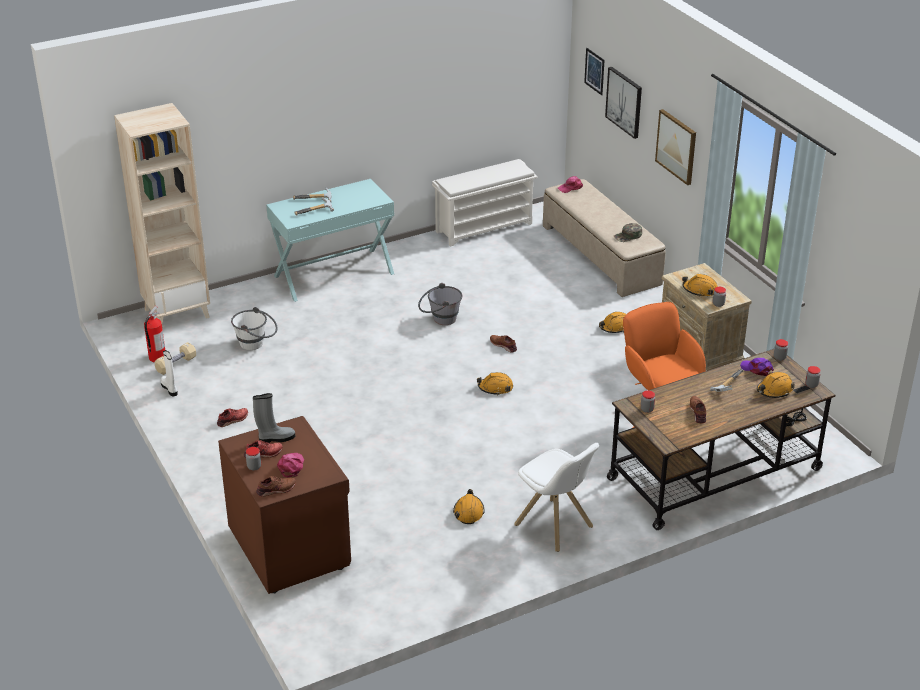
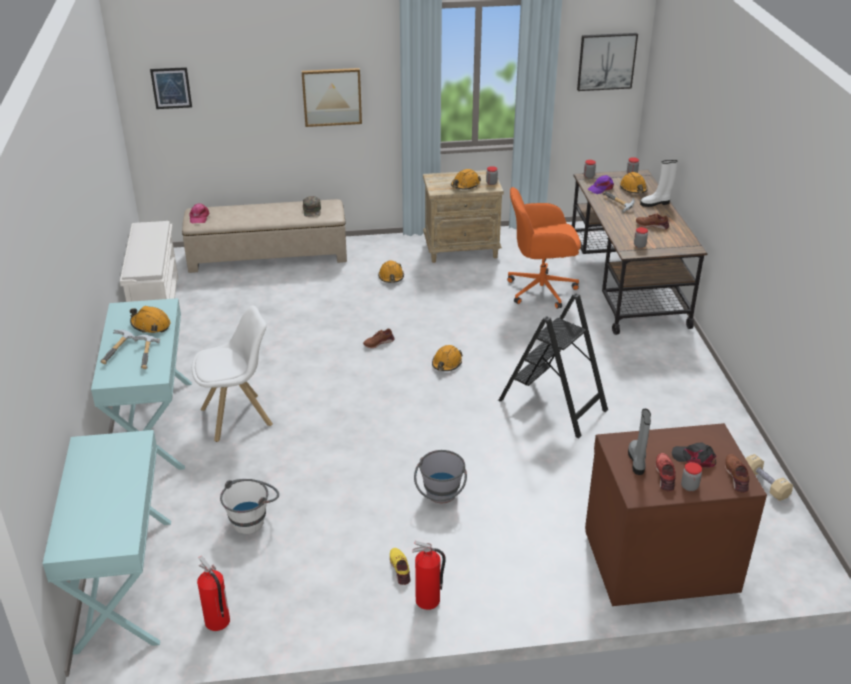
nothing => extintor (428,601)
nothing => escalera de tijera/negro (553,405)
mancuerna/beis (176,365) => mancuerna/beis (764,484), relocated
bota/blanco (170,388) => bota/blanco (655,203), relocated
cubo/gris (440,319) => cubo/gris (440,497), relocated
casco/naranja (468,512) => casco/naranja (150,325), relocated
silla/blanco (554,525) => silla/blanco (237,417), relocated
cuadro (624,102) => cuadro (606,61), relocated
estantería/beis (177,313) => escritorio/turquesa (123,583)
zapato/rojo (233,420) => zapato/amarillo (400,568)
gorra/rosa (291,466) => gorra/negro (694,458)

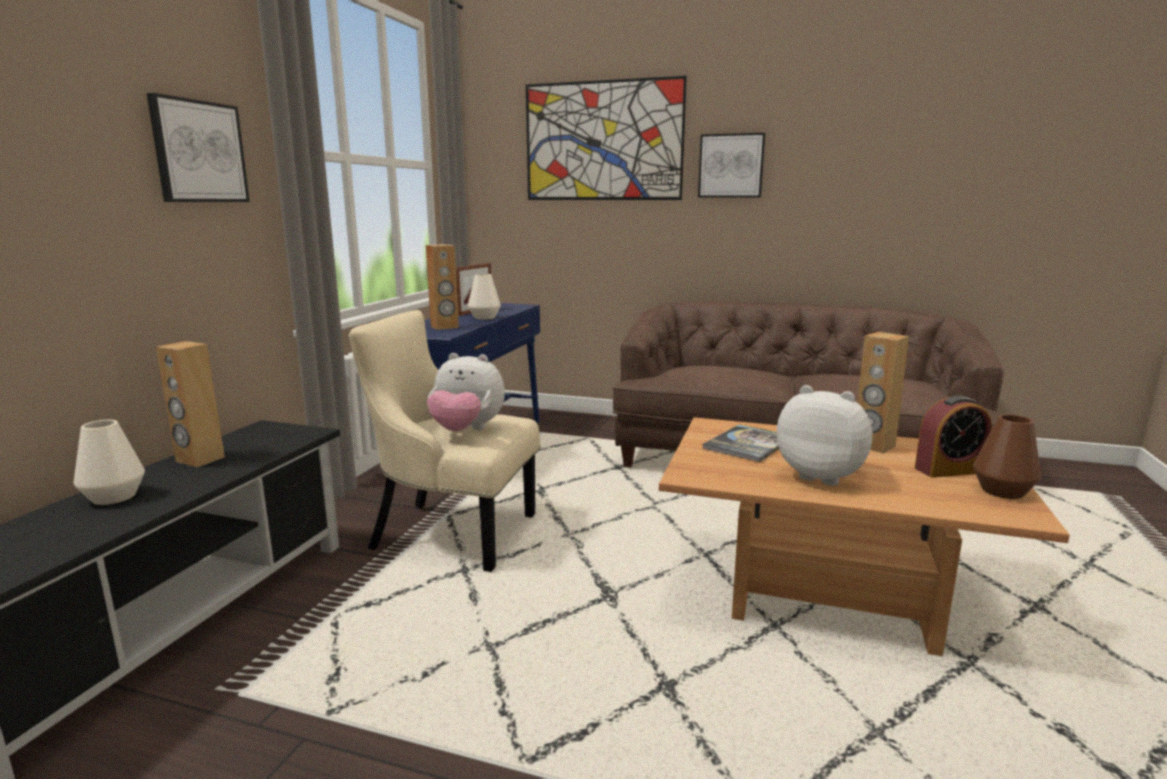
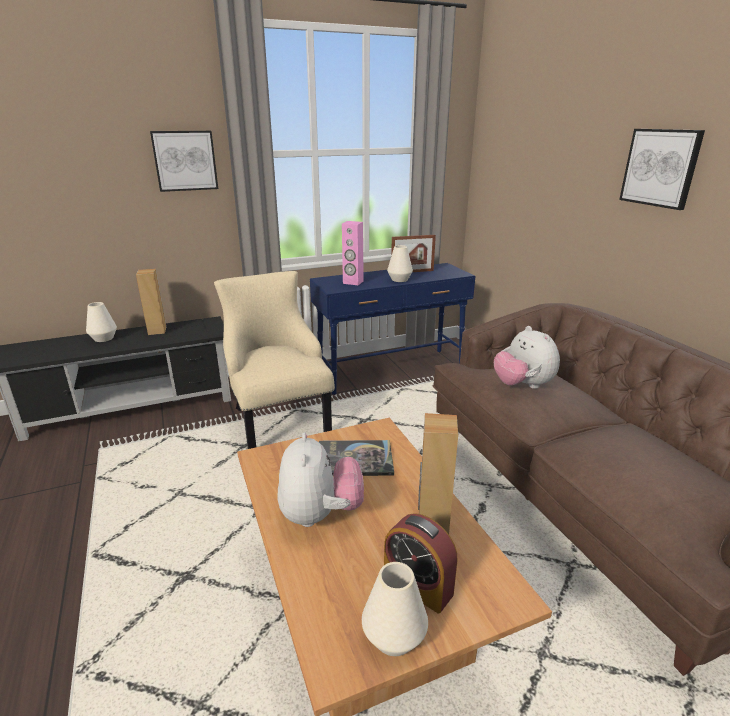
cuadro (603,141) => nothing
peluche (466,430) => peluche (522,385), relocated
altavoz/marrón (444,327) => altavoz/rosa (353,282)
florero/marrón (1003,491) => florero/blanco (394,637)

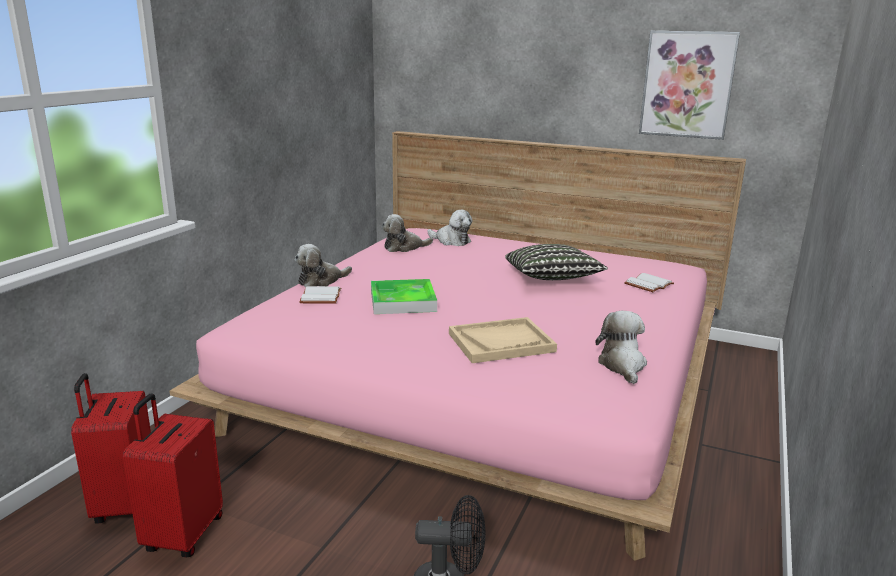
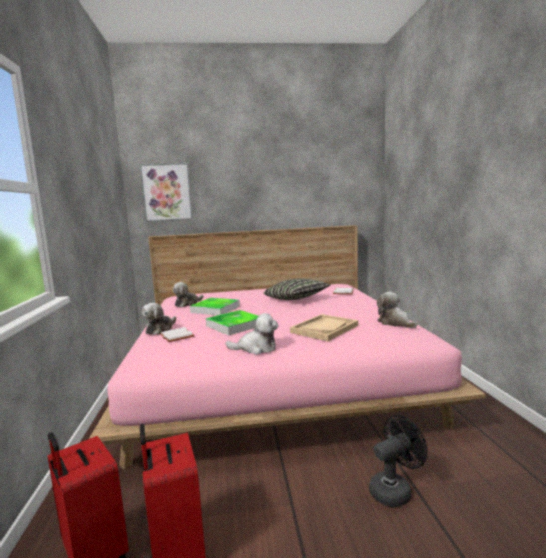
nothing => bandeja (215,309)
peluche (451,241) => peluche (256,348), relocated
cuadro (687,84) => cuadro (167,192), relocated

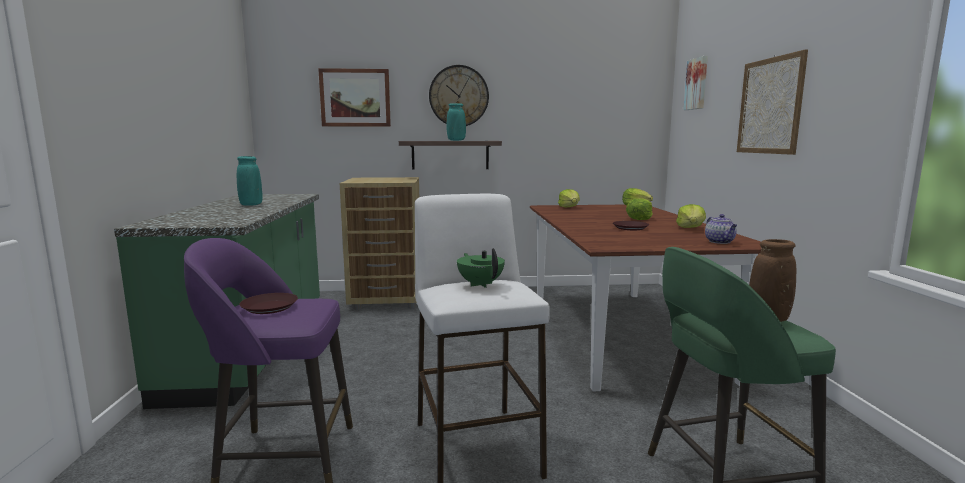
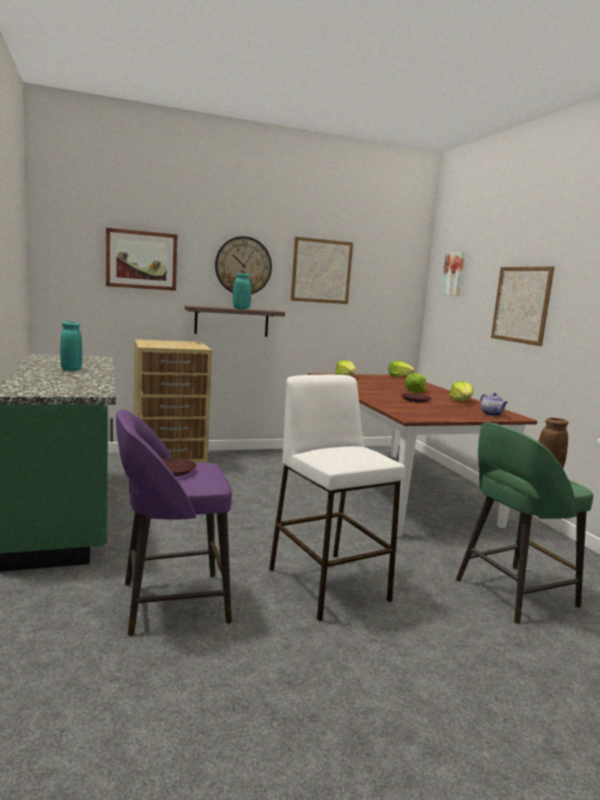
tetera/verde (480,284) => nothing
nothing => cuadro (321,270)

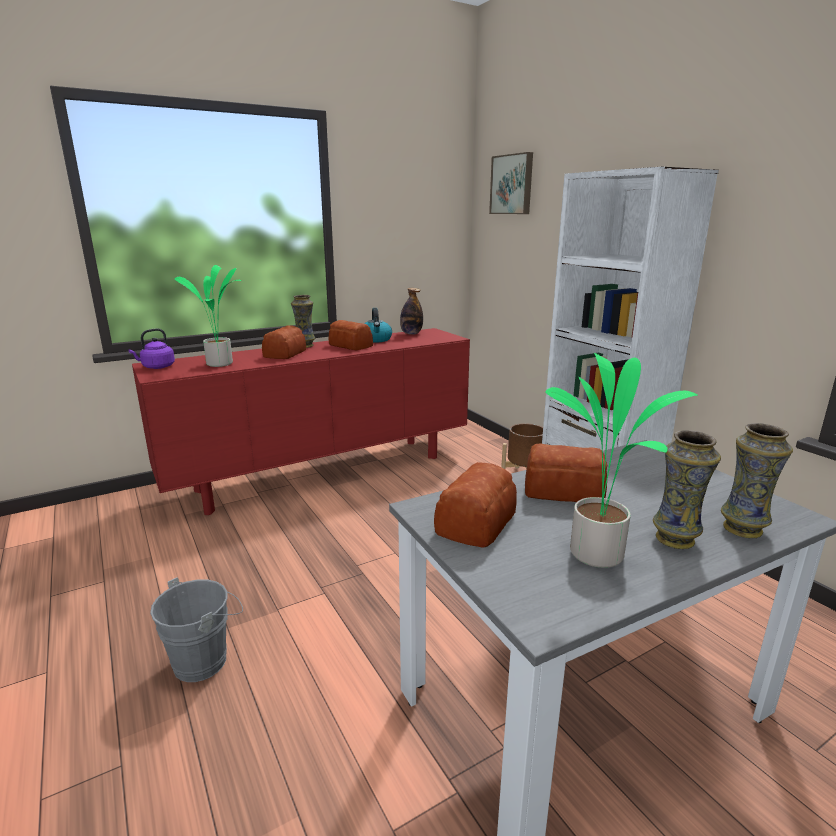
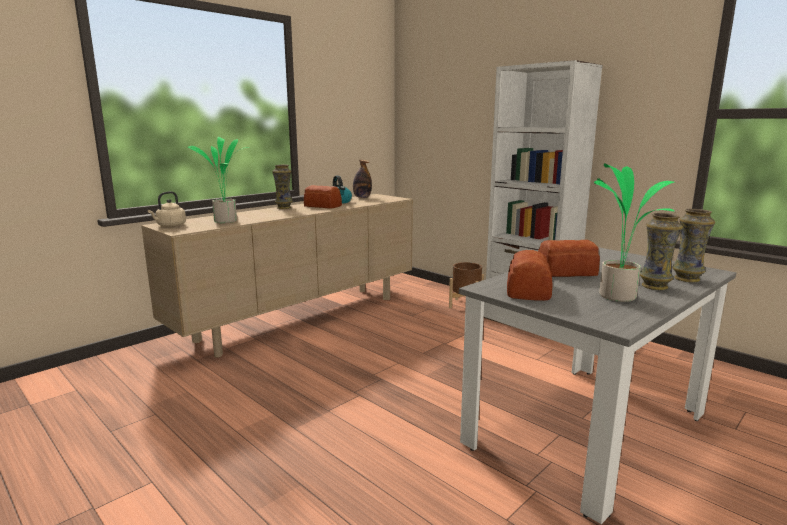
cubo/gris (206,659) => nothing
pan (283,354) => nothing
cuadro (512,184) => nothing
hervidor/morado (156,367) => hervidor/beis (170,226)
armario/rojo (323,472) => armario/beis (301,317)

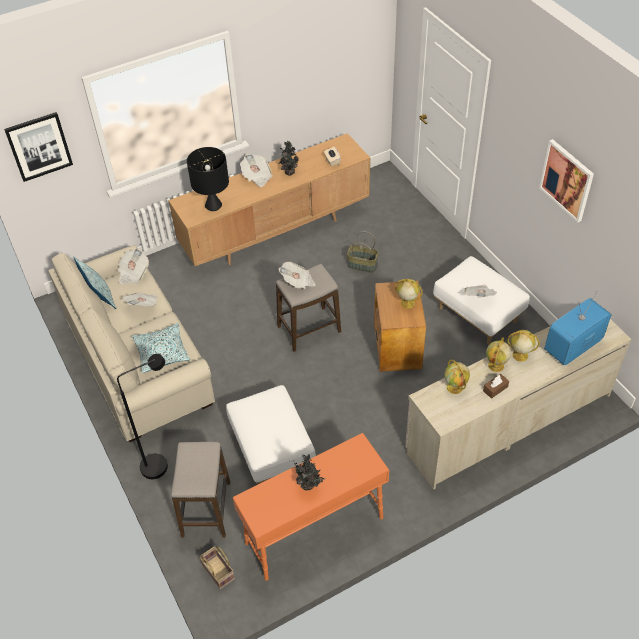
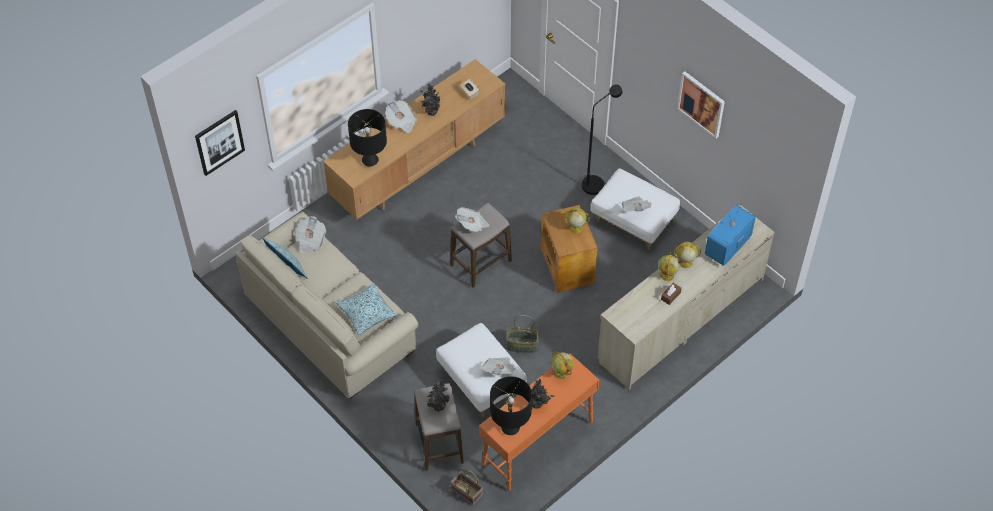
nothing => planta en maceta (438,406)
nothing => lámpara de mesa/negro (510,428)
lámpara de pie/negro (161,463) => lámpara de pie/negro (596,182), relocated
periódico (143,305) => periódico (499,370), relocated
cesta (362,265) => cesta (522,345), relocated
globo terráqueo (455,388) => globo terráqueo (561,373), relocated

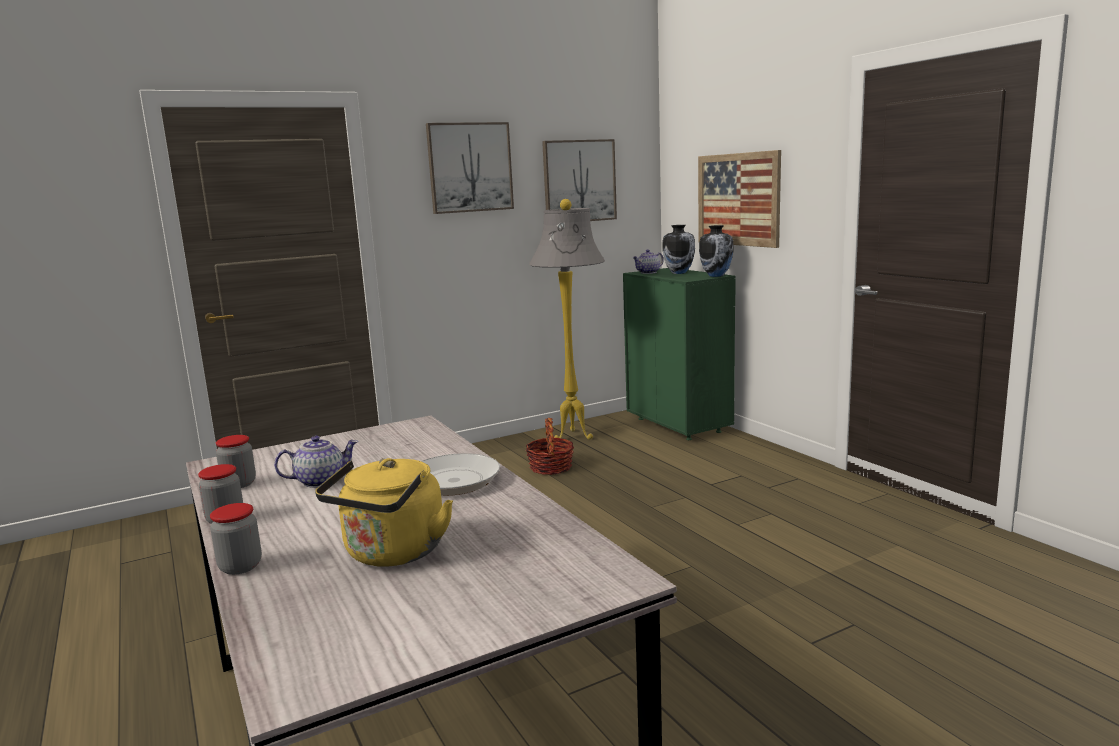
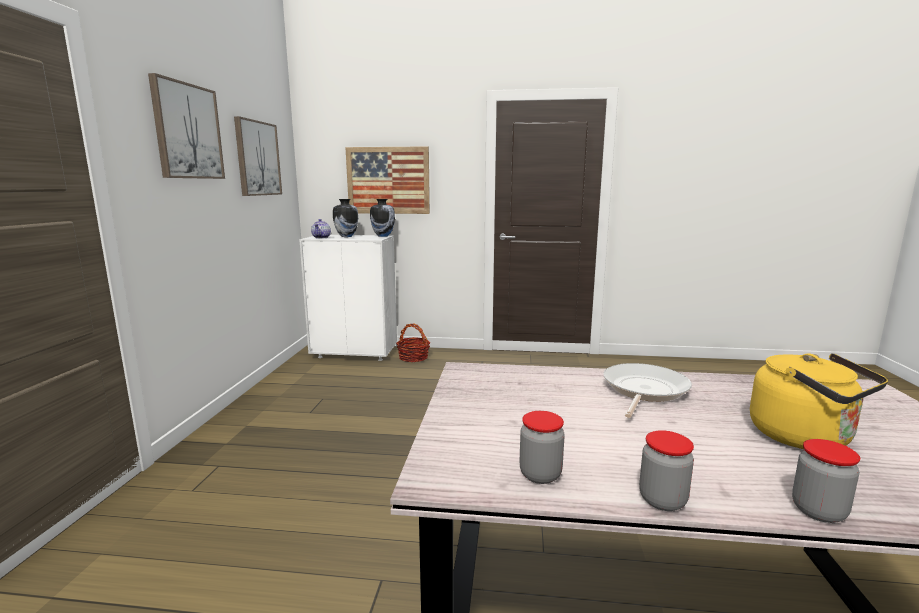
tetera (321,481) => nothing
lámpara de pie/gris (575,437) => nothing
cesta (551,467) => cesta (413,357), relocated
armario/verde (679,425) => armario/blanco (355,354)

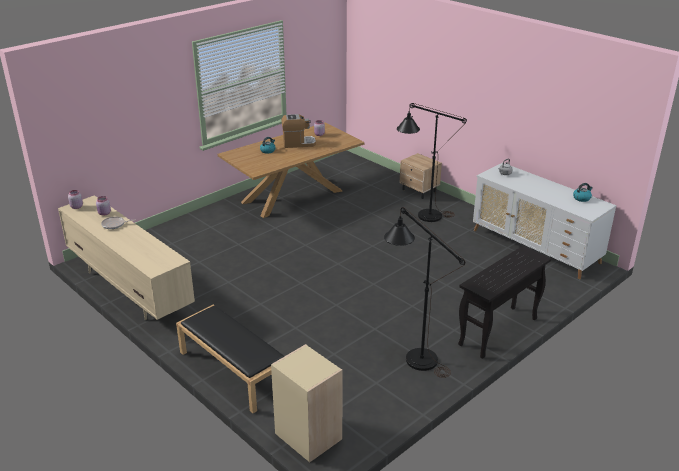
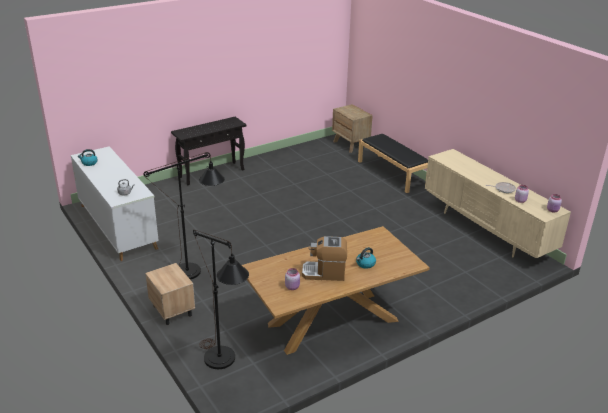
lámpara de pie/negro (414,355) => lámpara de pie/negro (224,363), relocated
estantería/beis (307,436) => mesita de noche/marrón (350,144)

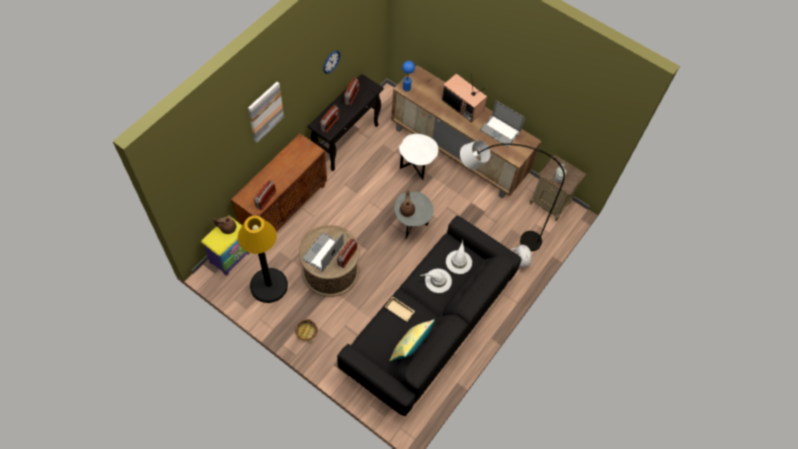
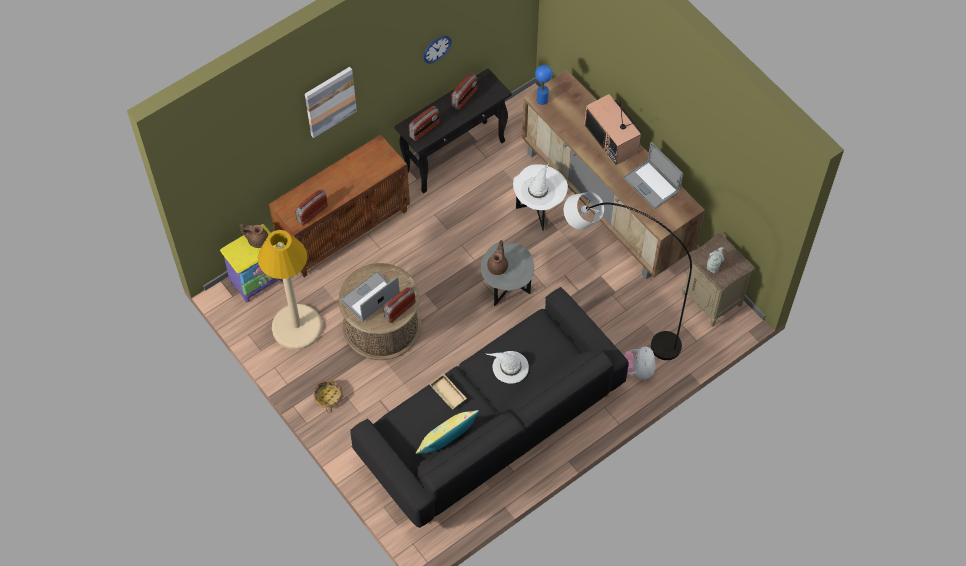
sombrero/blanco (458,261) => sombrero/blanco (538,190), relocated
lámpara de pie/negro (269,285) => lámpara de pie/beis (297,327)

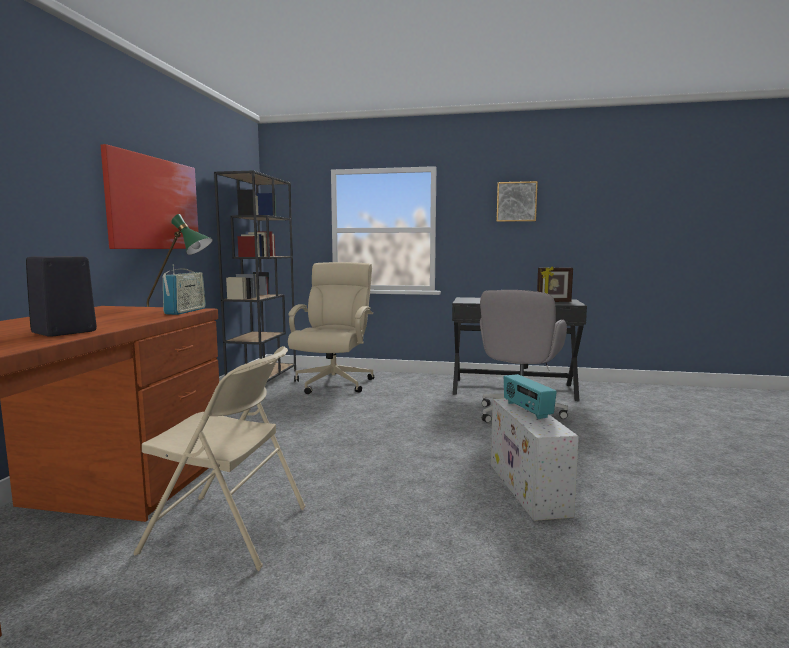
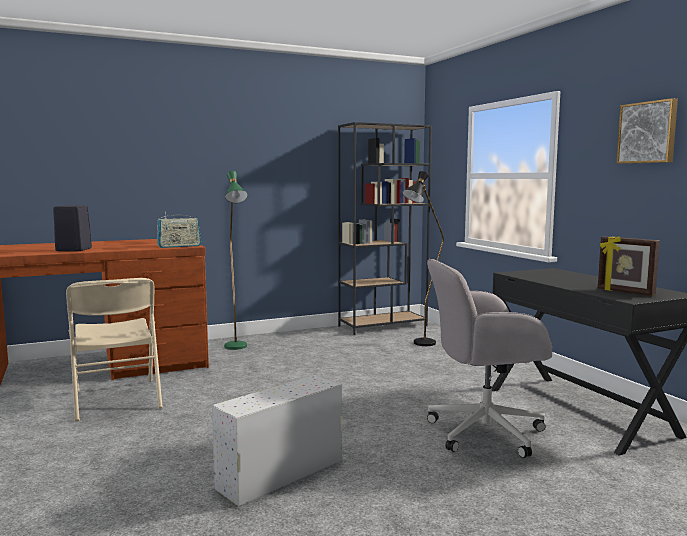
cuadro (154,203) => nothing
radio (526,410) => nothing
silla de oficina/beis (333,383) => lámpara de pie/negro (420,345)

